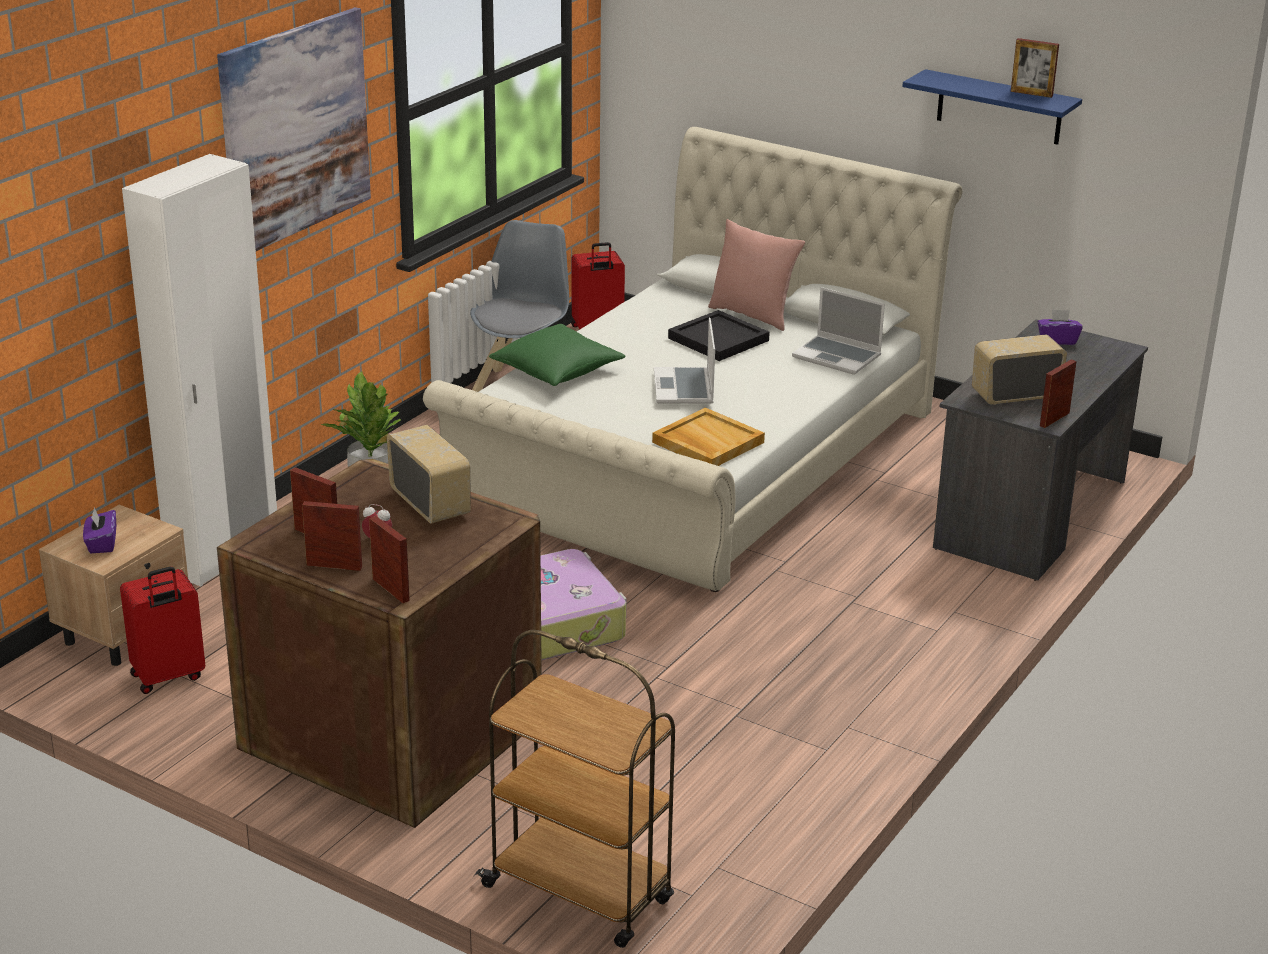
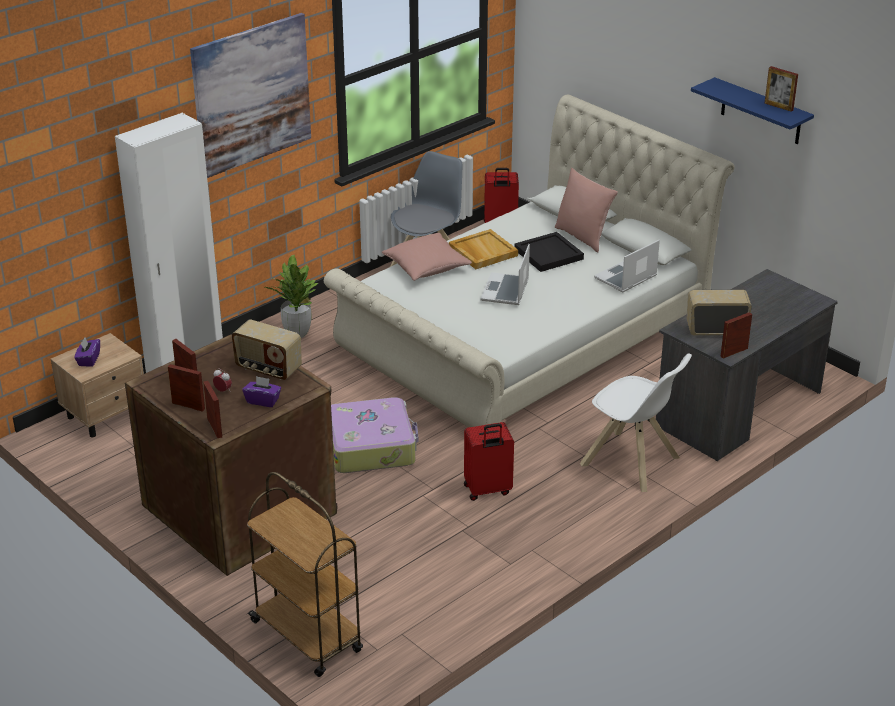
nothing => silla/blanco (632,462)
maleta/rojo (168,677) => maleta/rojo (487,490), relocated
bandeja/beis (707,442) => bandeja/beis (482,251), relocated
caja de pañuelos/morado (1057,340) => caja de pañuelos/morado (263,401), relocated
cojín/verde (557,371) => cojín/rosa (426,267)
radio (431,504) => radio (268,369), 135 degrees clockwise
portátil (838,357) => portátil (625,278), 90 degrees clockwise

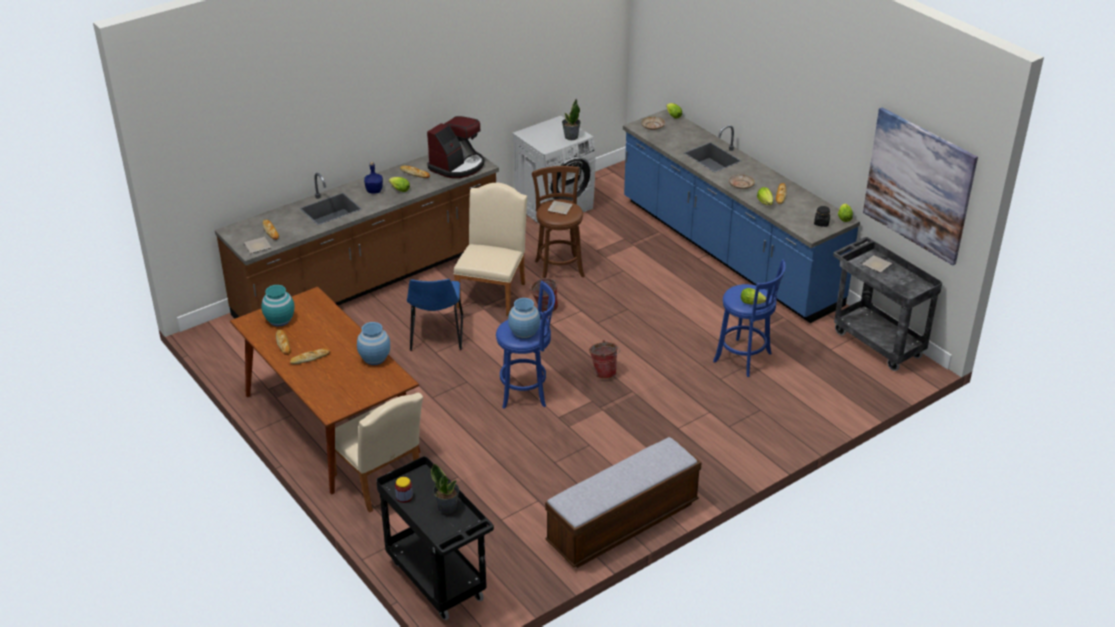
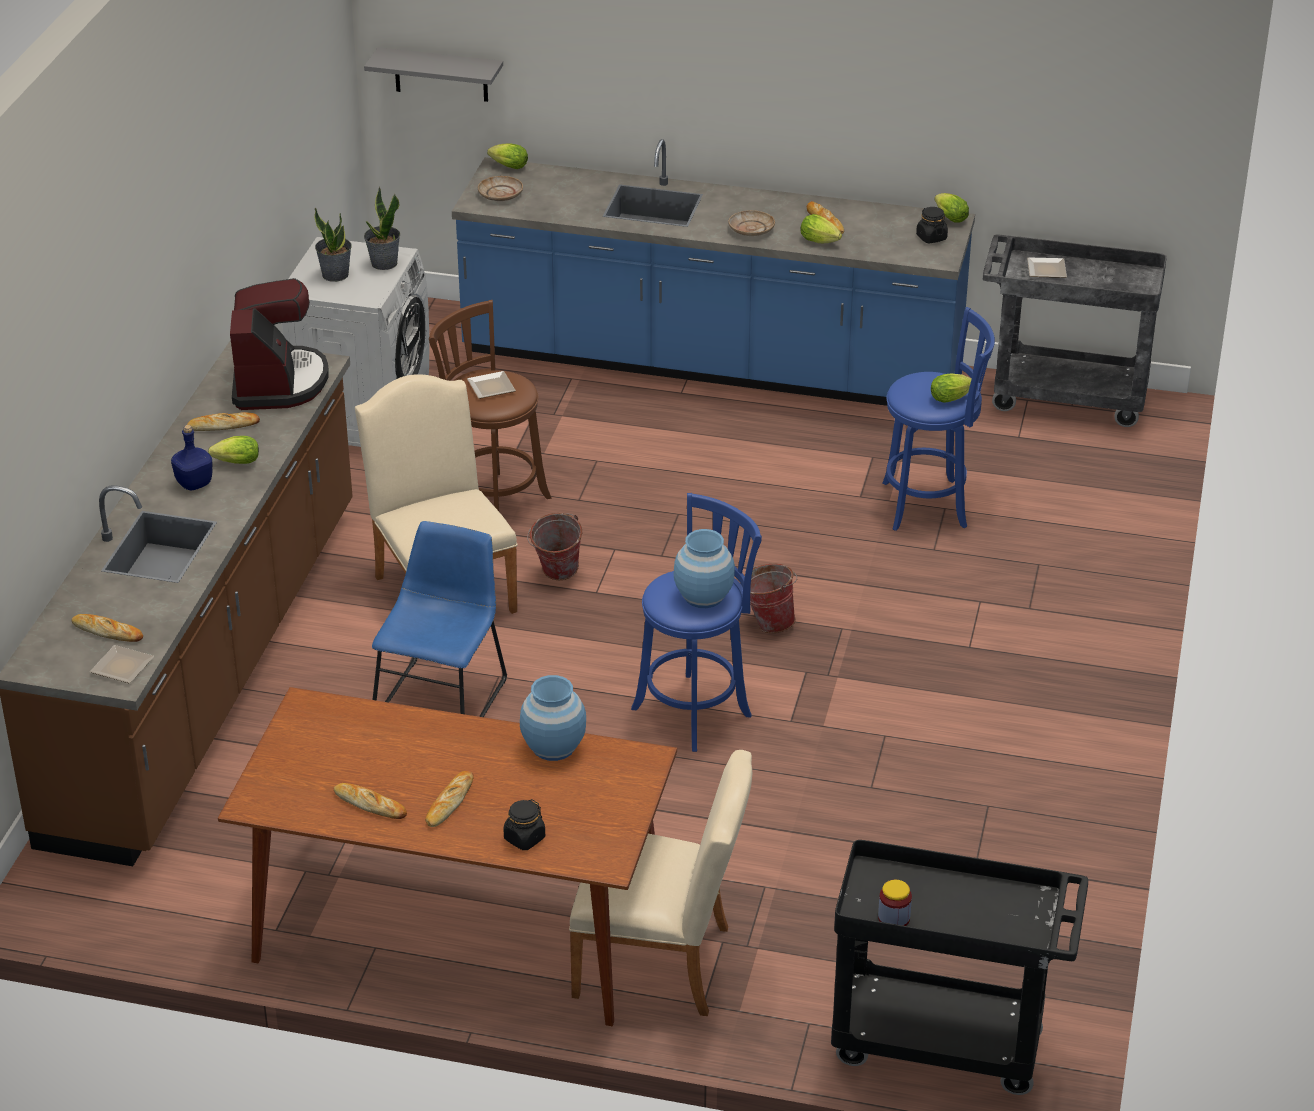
florero/turquesa (280,320) => nothing
banco (622,523) => nothing
cuadro (919,185) => nothing
nothing => estante/gris (441,74)
nothing => tarro/negro (524,838)
planta en maceta (447,507) => planta en maceta (335,274), relocated
silla/azul (436,335) => silla/azul (442,698), 120 degrees counterclockwise

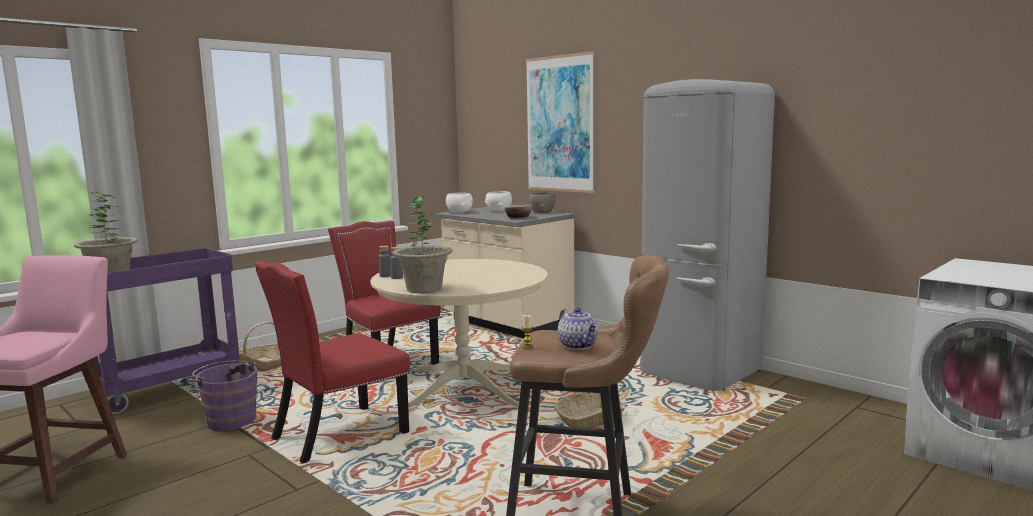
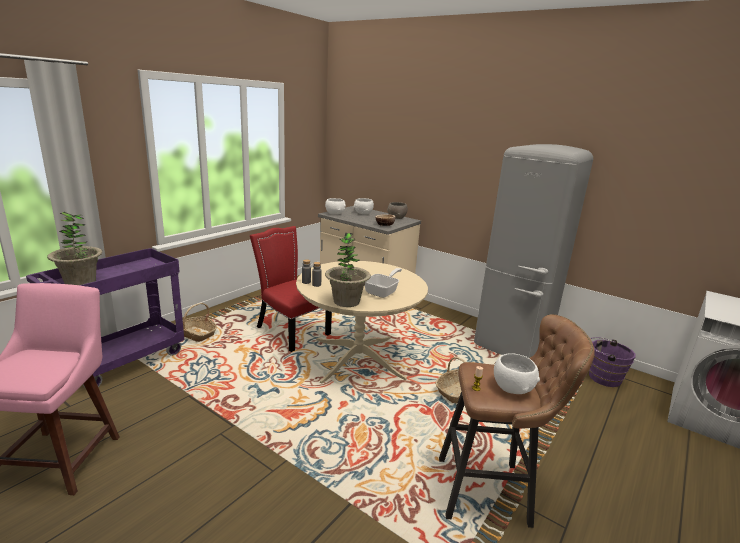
silla/rojo (341,434) => nothing
cuadro (560,124) => nothing
nothing => sartén (383,292)
cubo/morado (230,420) => cubo/morado (601,377), relocated
tetera (579,346) => cuenco/blanco (513,387)

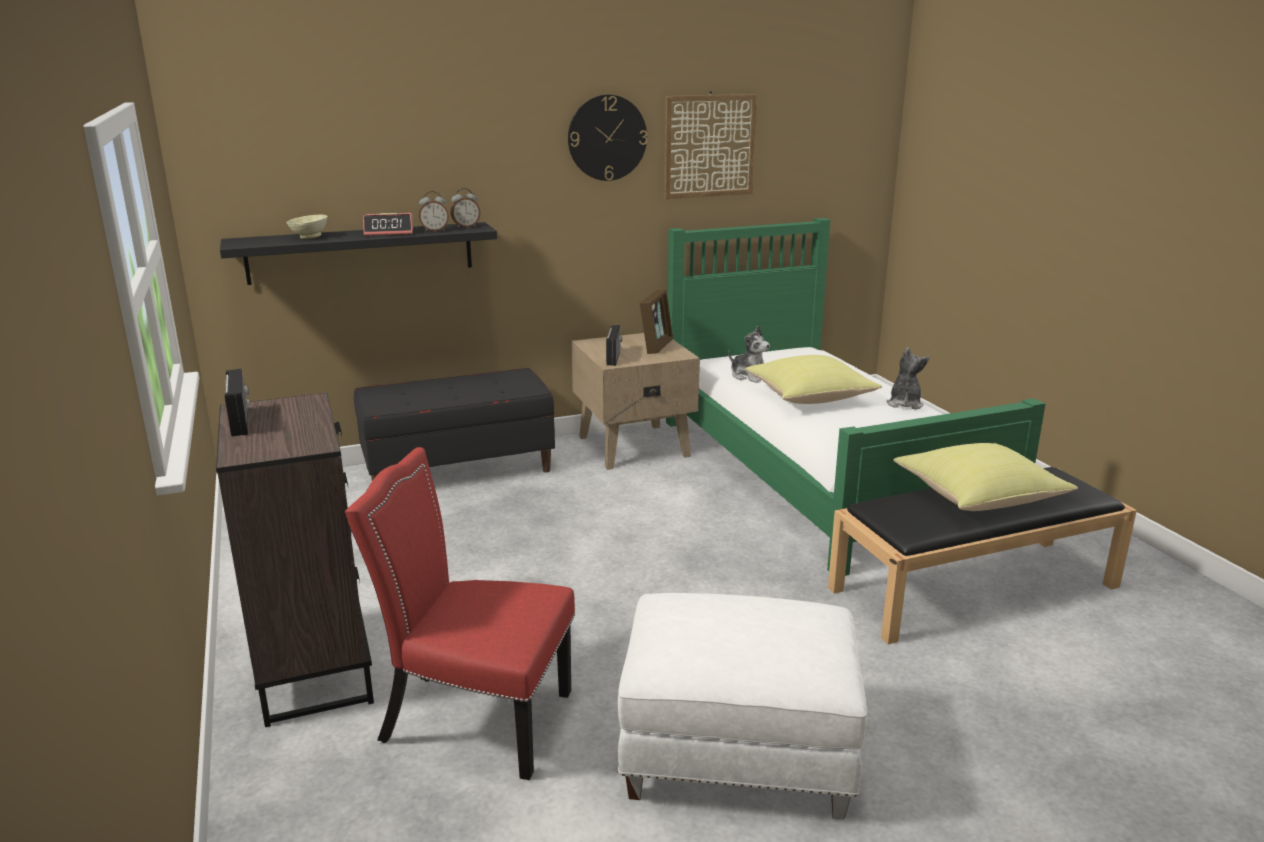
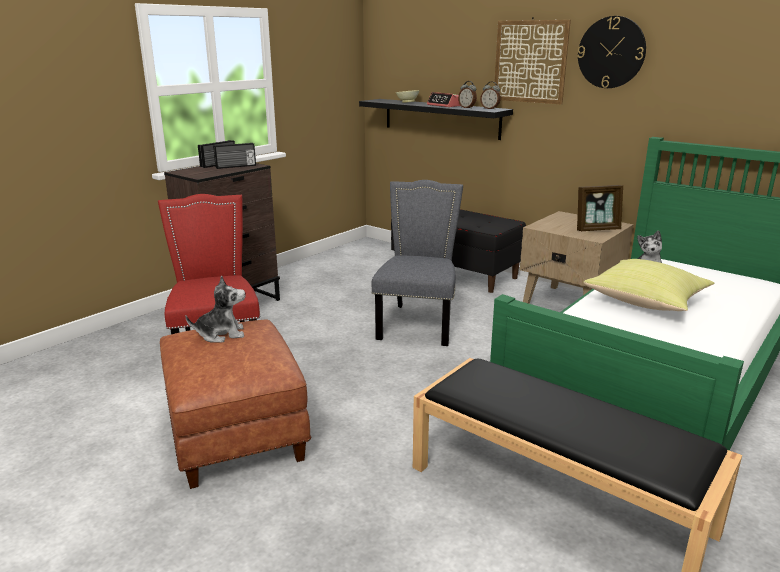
cojín/amarillo (978,498) => nothing
nothing => silla/gris (417,325)
radio (614,358) => radio (236,166), relocated
cuadro (710,144) => cuadro (530,60), relocated
peluche (904,404) => peluche (221,334), relocated
puf/blanco (735,754) => puf/marrón (234,433)

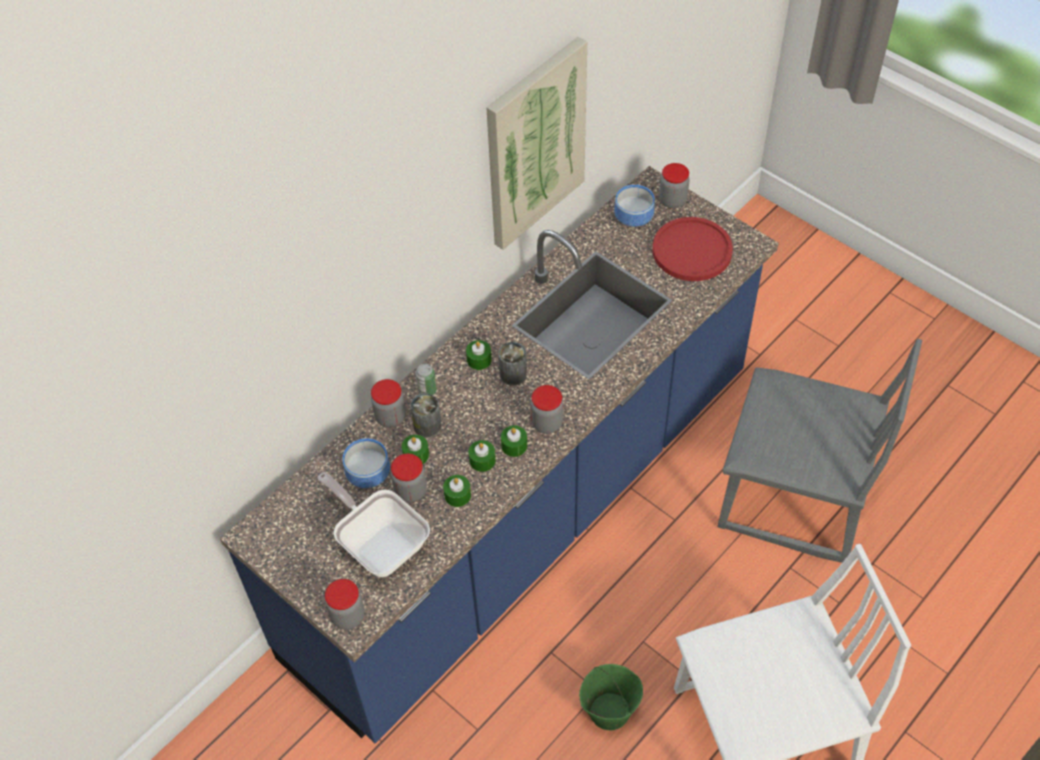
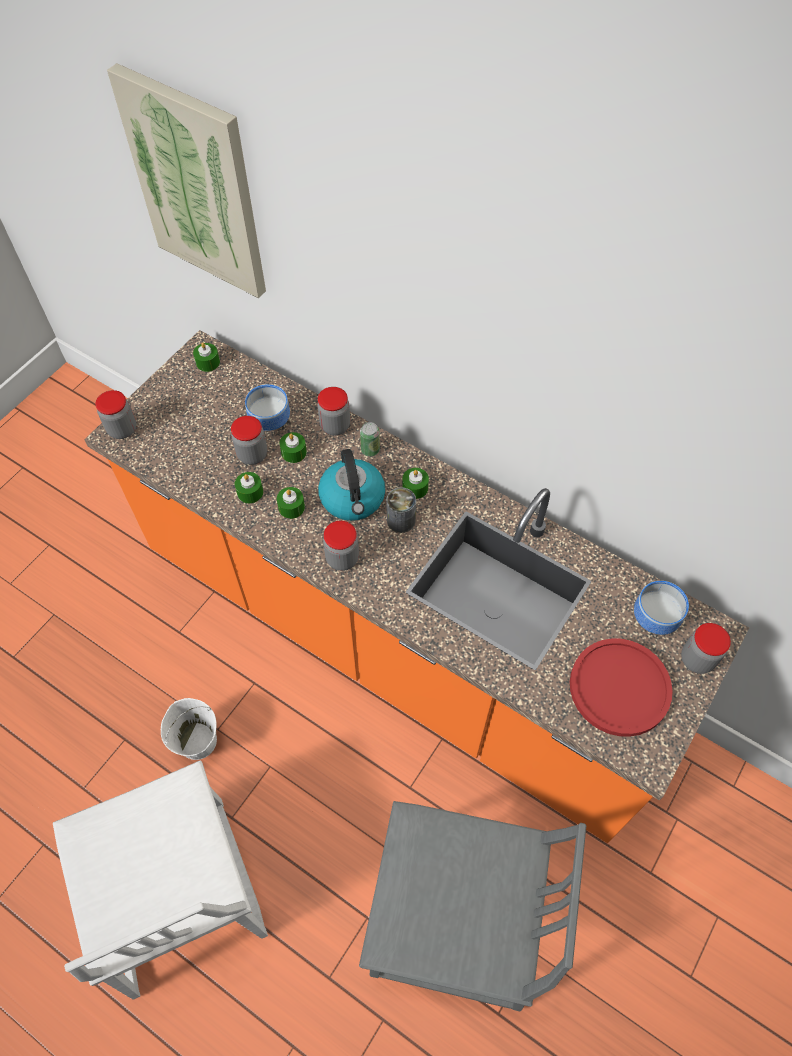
sartén (379,543) => nothing
lata (427,426) => nothing
nothing => hervidor (353,499)
cuadro (534,144) => cuadro (197,185), relocated
vela/verde (514,445) => vela/verde (208,362), relocated
mueble bajo de cocina/azul (525,515) => mueble bajo de cocina/naranja (396,642)
cubo/verde (609,711) => cubo/blanco (197,740)
silla/gris (794,498) => silla/gris (455,921), 90 degrees counterclockwise

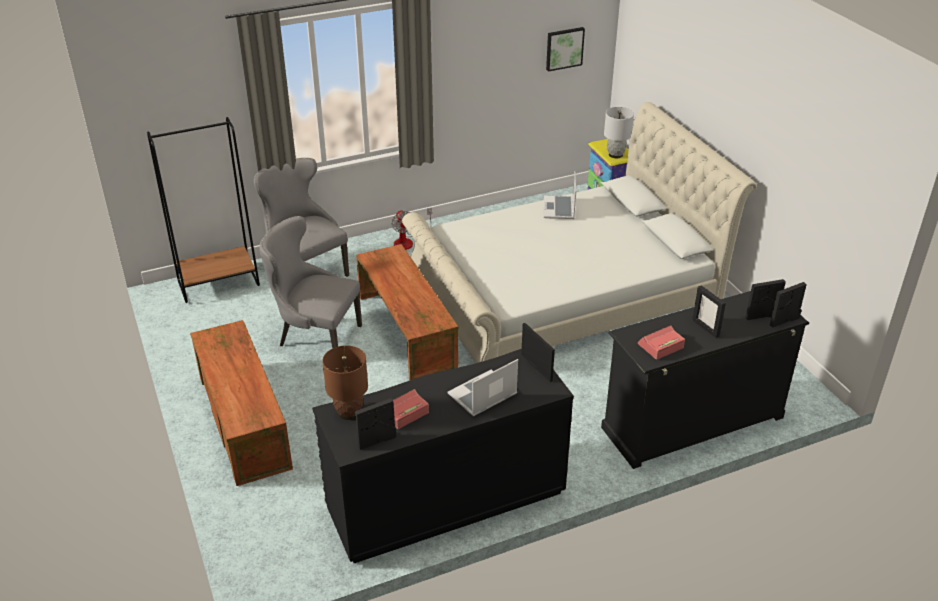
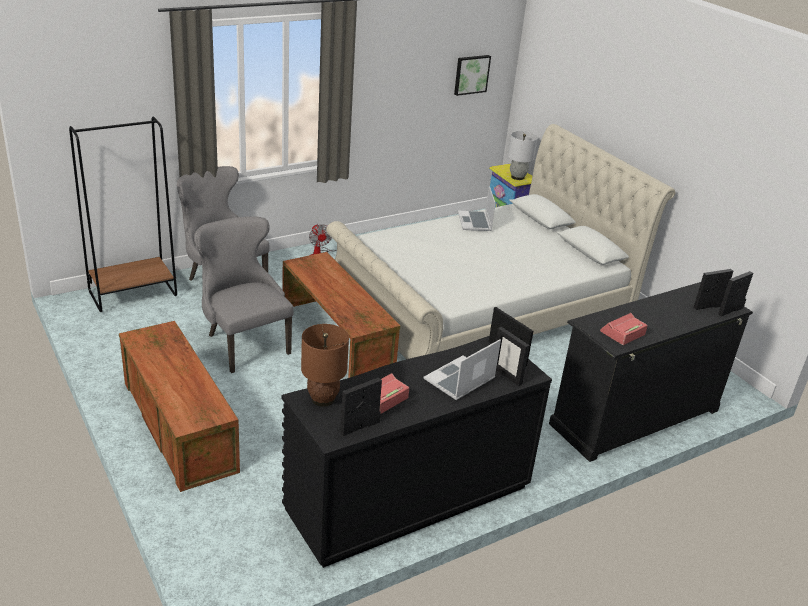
portarretratos (706,328) => portarretratos (507,375), relocated
silla/gris (316,337) => silla/gris (244,344), 45 degrees clockwise

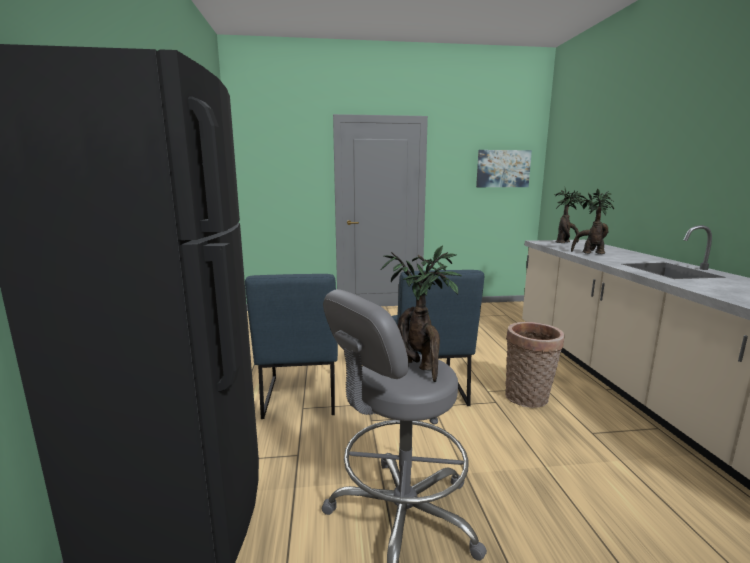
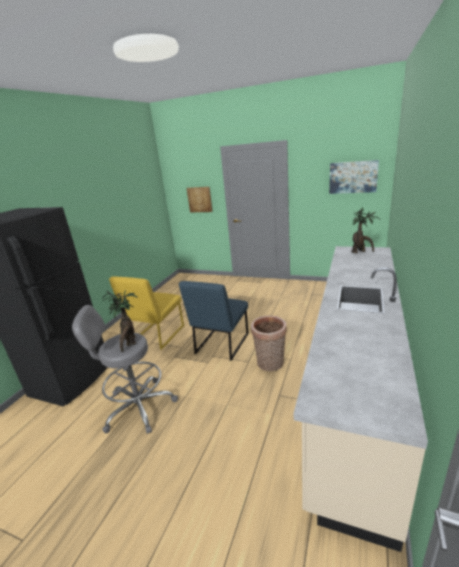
planta en maceta (589,253) => nothing
nothing => cuadro (200,199)
silla/azul (300,396) => silla/amarillo (156,335)

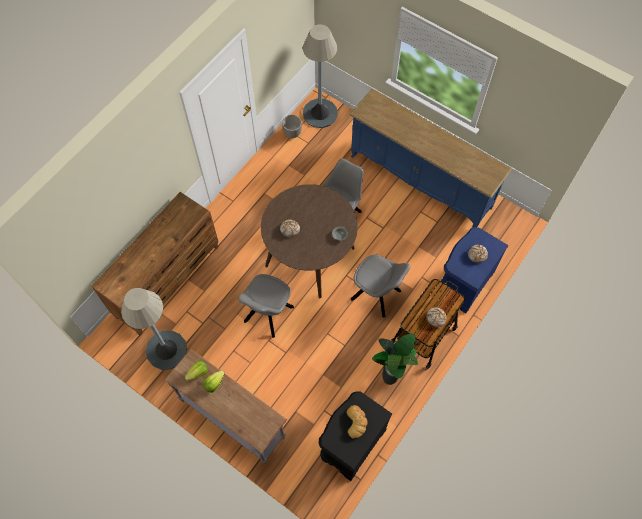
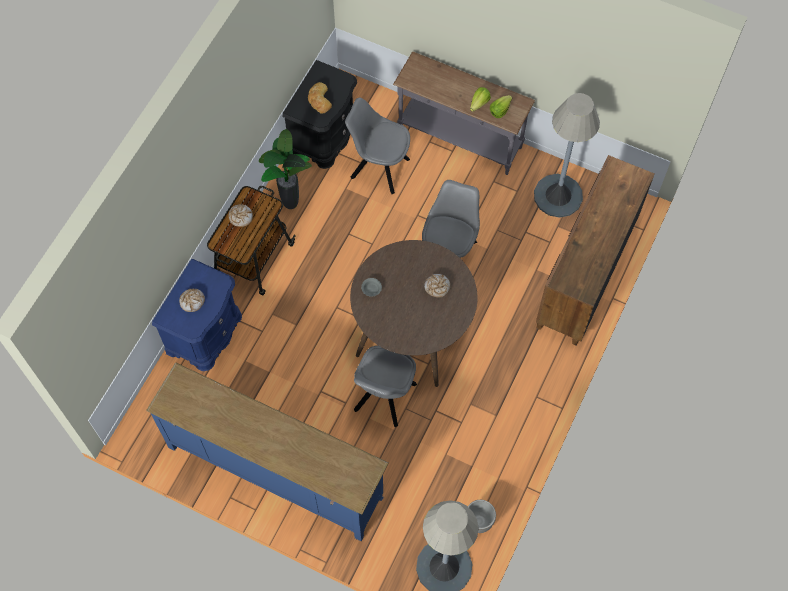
silla/gris (376,295) => silla/gris (379,168), relocated

